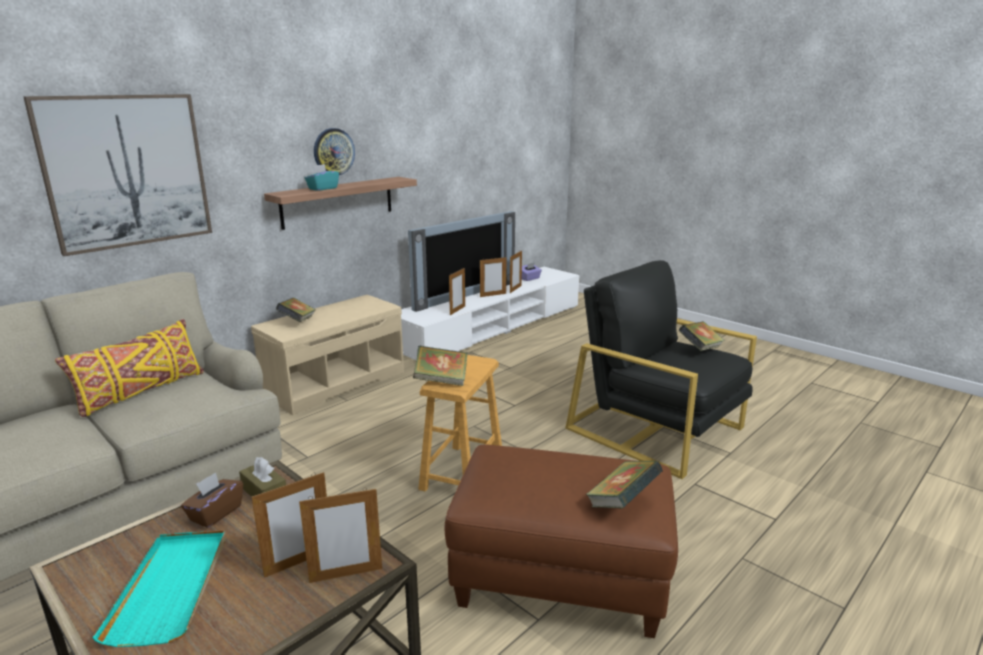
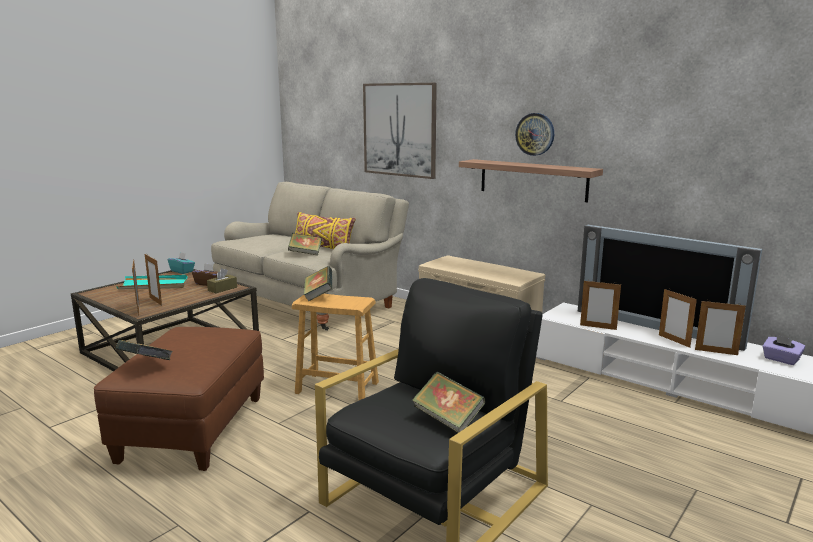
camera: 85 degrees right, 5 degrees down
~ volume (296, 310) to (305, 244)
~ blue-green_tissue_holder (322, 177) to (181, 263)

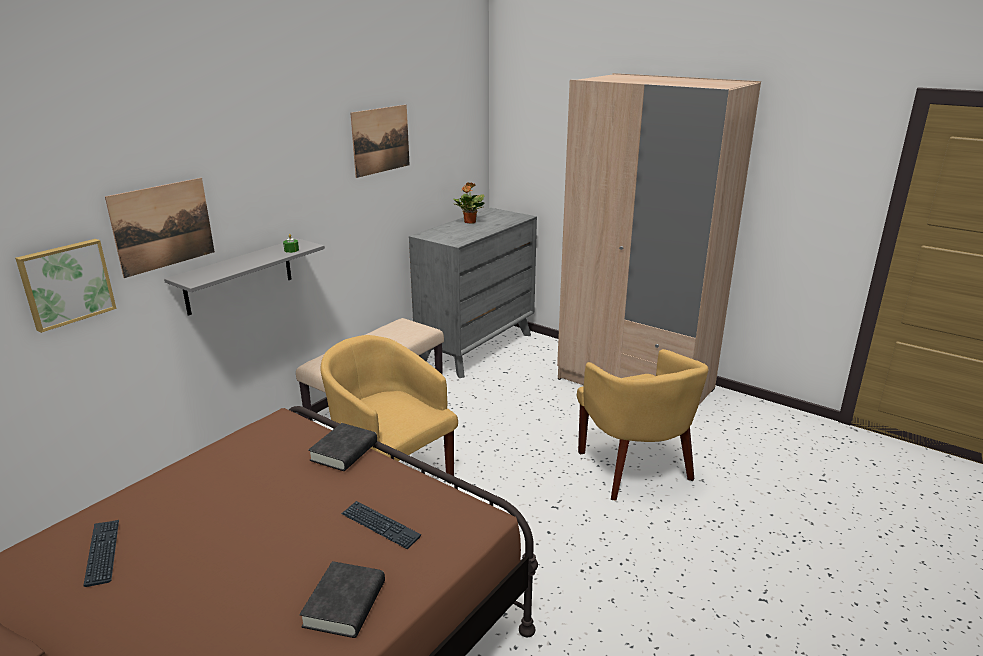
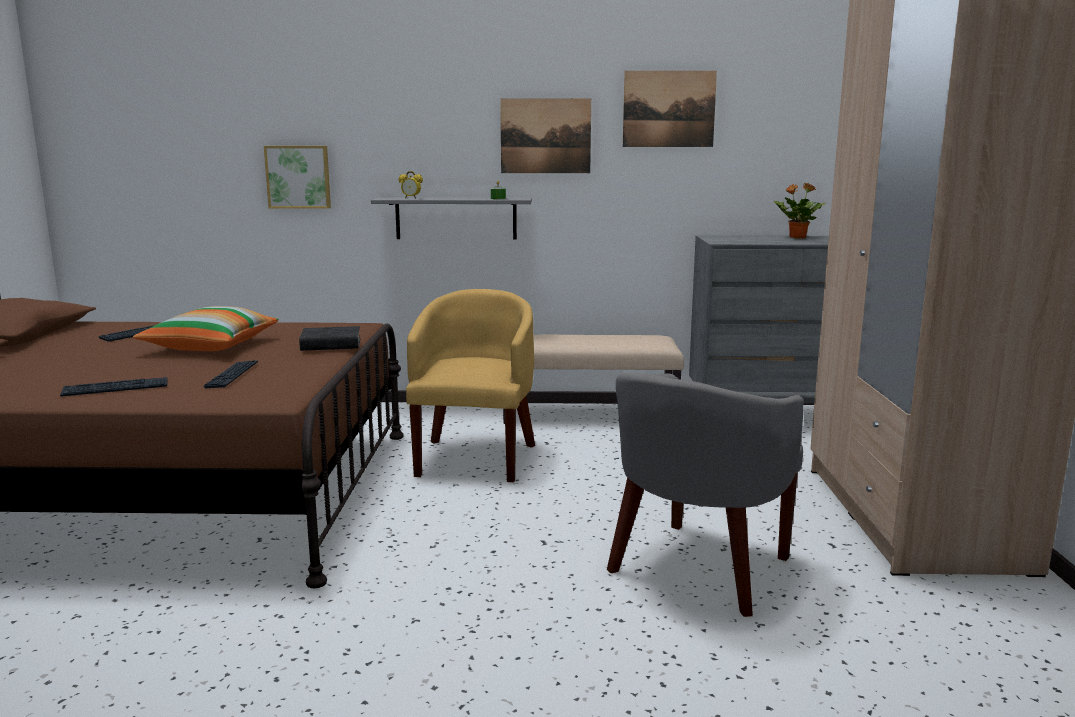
camera: 55 degrees right, 10 degrees down
+ cushion (206, 328)
+ bedside_clock (411, 185)
~ wall_art (160, 228) to (545, 135)
~ blackish_volume (342, 599) to PC_keyboard (114, 386)
~ yellowish_armchair (642, 425) to grey_armchair (705, 495)

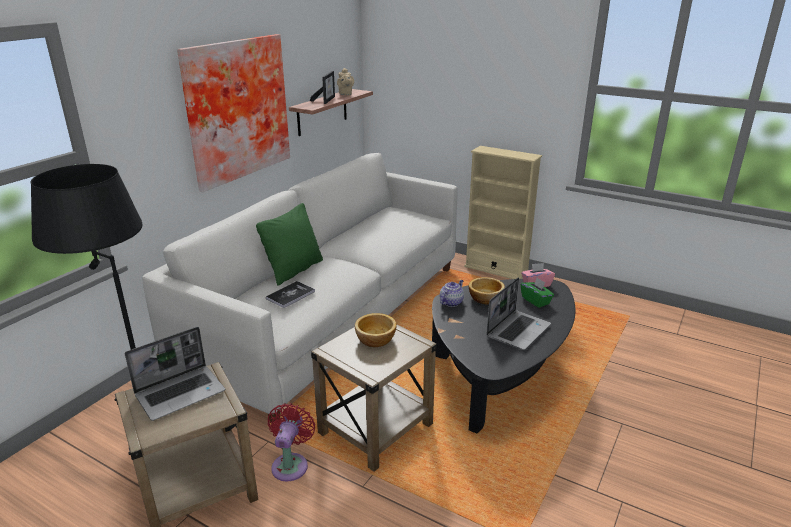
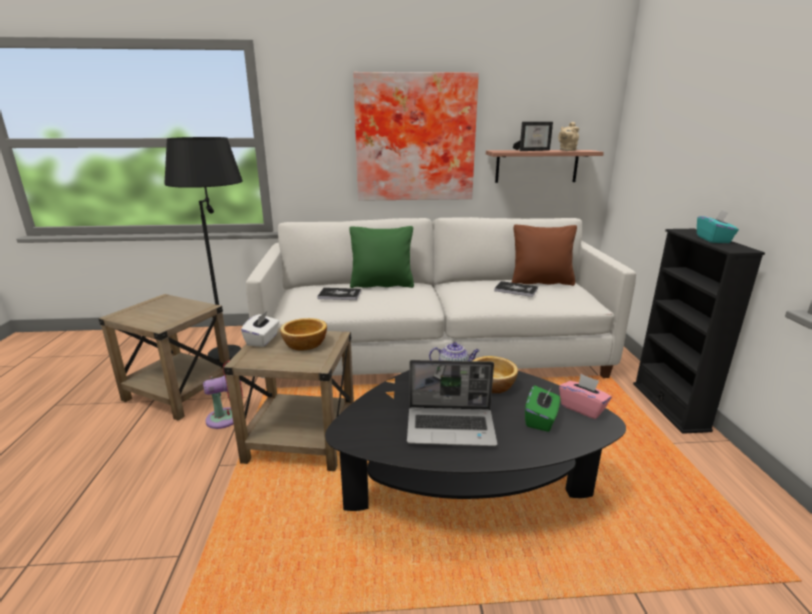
camera: 55 degrees right, 5 degrees down
- notebook_computer (175, 374)
+ whitish_tissue_holder (260, 329)
+ volume (516, 289)
+ brown_cushion (544, 255)
+ blue-green_tissue_holder (718, 226)
~ beige_shelving_unit (503, 212) to blackish_shelving_unit (699, 331)

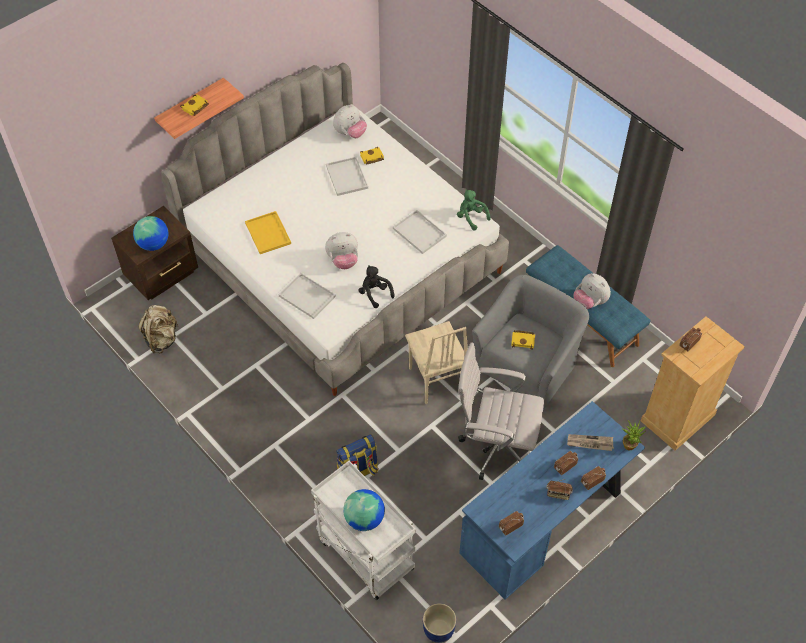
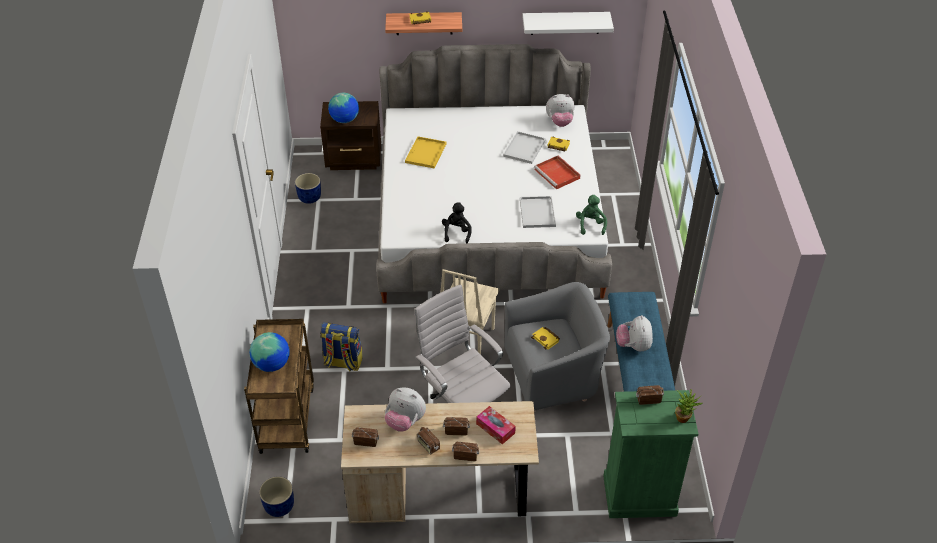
camera: 40 degrees right, 10 degrees down
- whitish_carrying_tray (307, 296)
+ whitish_shelf (568, 23)
+ reddish_carrying_tray (557, 172)
~ plush_toy (341, 250) to (405, 409)
~ plant_in_a_pot (634, 435) to (689, 406)
~ beige_knapsack (158, 329) to blue-coloured_plant_pot (308, 188)
~ printed_paper (590, 442) to tissue_holder (496, 425)
~ whitish_trolley (363, 530) to brown_trolley (279, 386)
~ blue-coloured_desk_table (552, 500) to beige_desk_table (440, 462)
~ beige_drawer_chest (693, 383) to greenish_drawer_chest (651, 454)

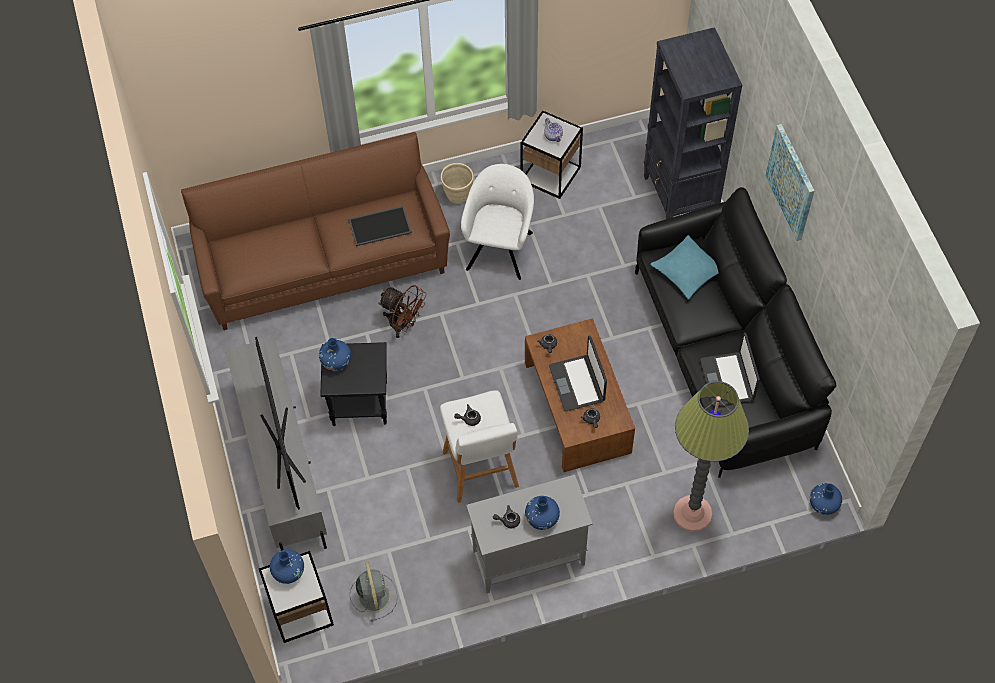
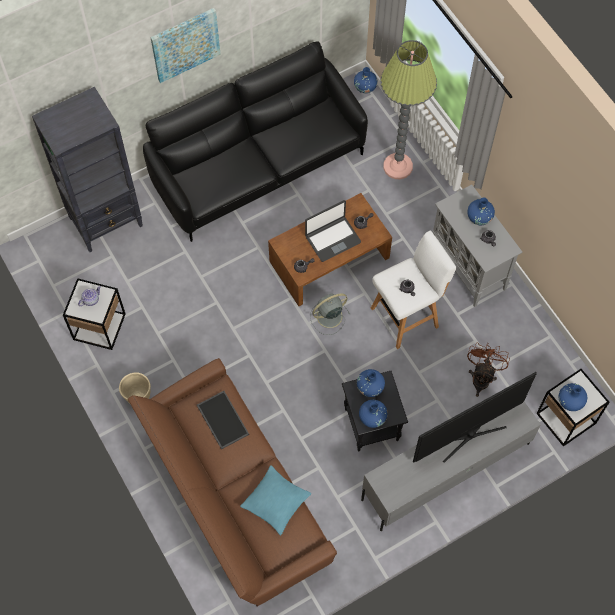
camera: 105 degrees left, 5 degrees up
- whitish_armchair (497, 222)
- notebook_computer (730, 369)
+ blue-coloured_flower_vase (371, 383)
~ grey_cooling_fan (374, 591) to (330, 314)
~ brown_cooling_fan (403, 311) to (488, 370)
~ blue-green_cushion (684, 267) to (275, 500)

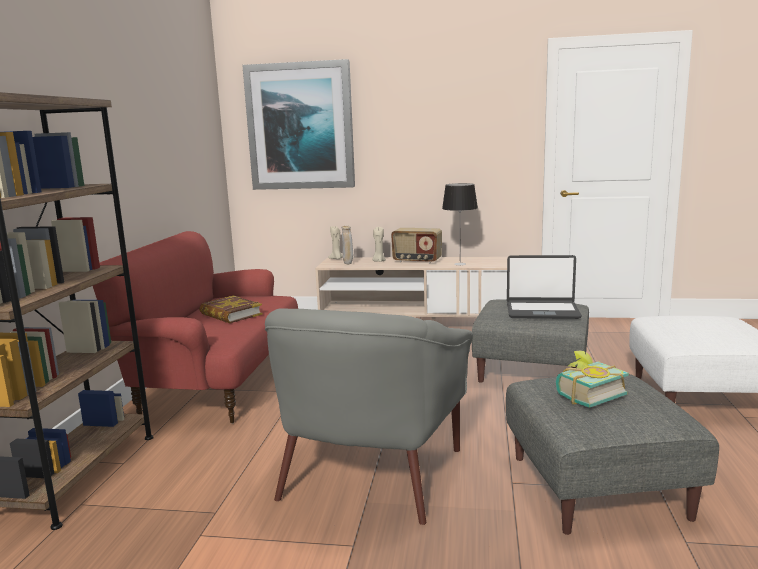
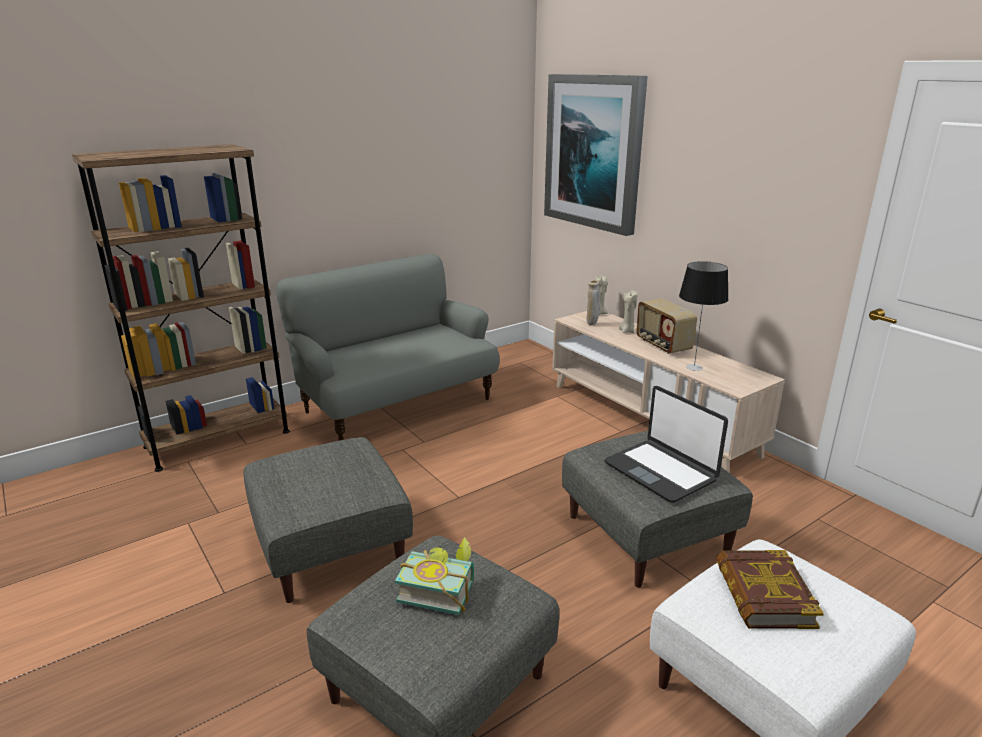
camera: 45 degrees right, 10 degrees up
~ volume (231, 309) to (770, 589)
~ grey_armchair (369, 416) to grey_pouffe (328, 520)
~ reddish_sofa (195, 327) to grey_sofa (388, 347)

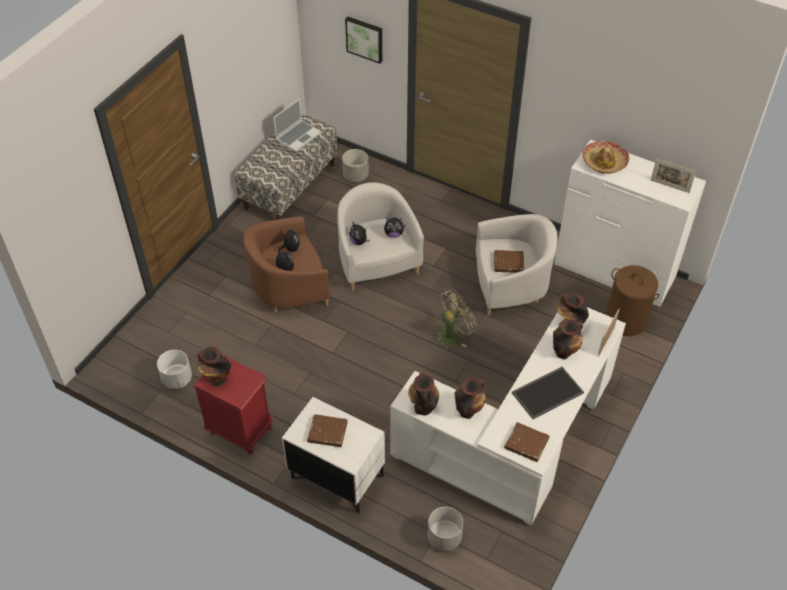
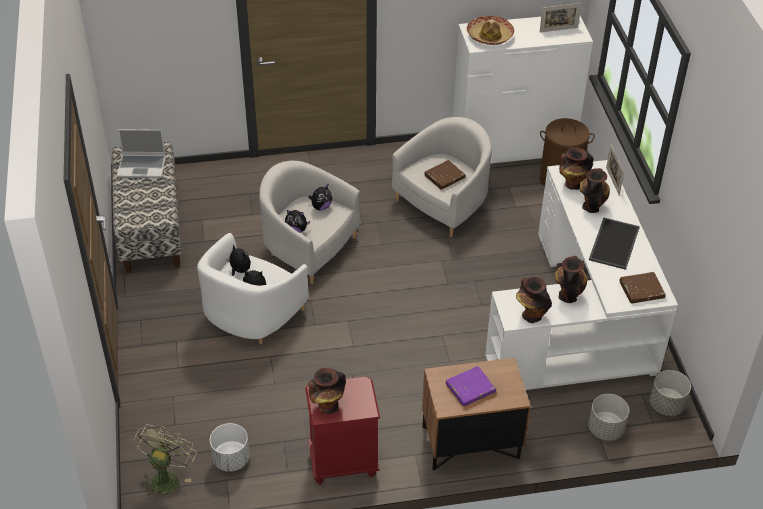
camera: 40 degrees left, 5 degrees down
- wall_art (363, 40)
~ grey_plant_pot (355, 165) to (670, 393)
~ greenish_cooling_fan (453, 318) to (164, 461)
~ brown_armchair (286, 264) to whitish_armchair (253, 289)
~ whitish_night_table (333, 455) to brown_night_table (476, 414)
~ brown_volume (327, 430) to purple-coloured_volume (471, 386)
~ notebook_computer (297, 125) = (141, 153) 90 degrees clockwise

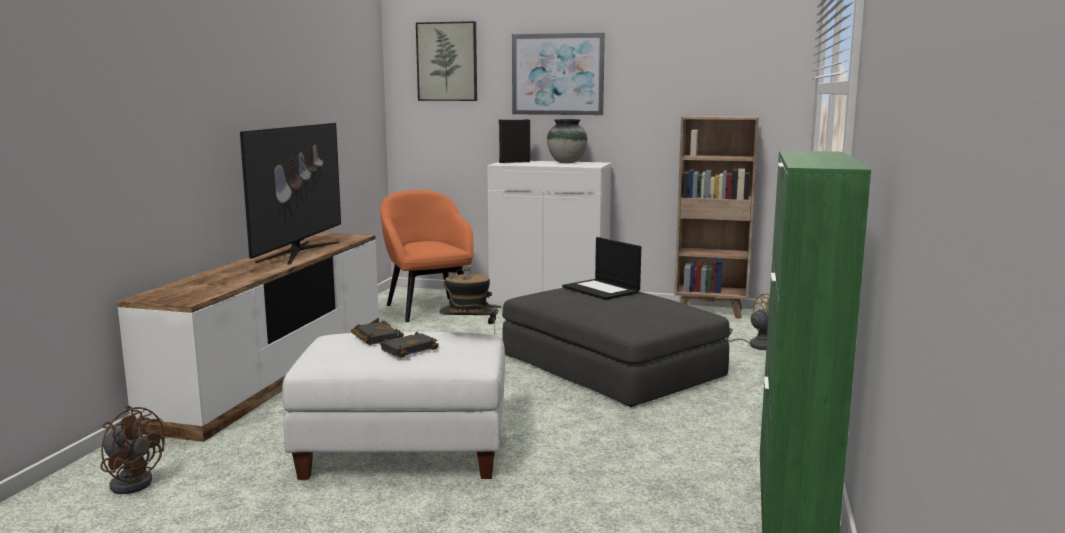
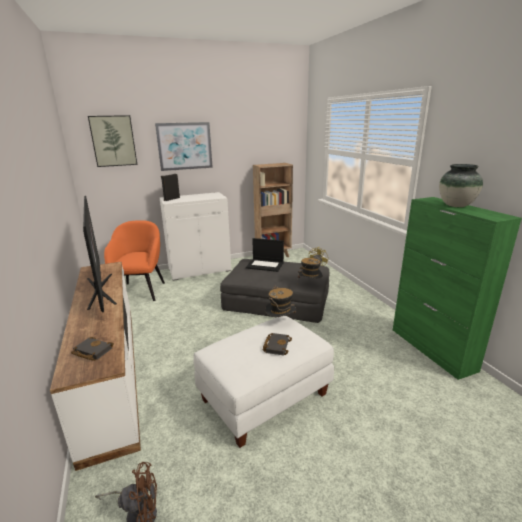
camera: 35 degrees left, 10 degrees up
+ wearable_hat (310, 268)
~ blackish_volume (377, 332) to (92, 349)
~ flower_vase (567, 141) to (461, 185)
~ orangey_armchair (427, 256) = (134, 260) 60 degrees clockwise

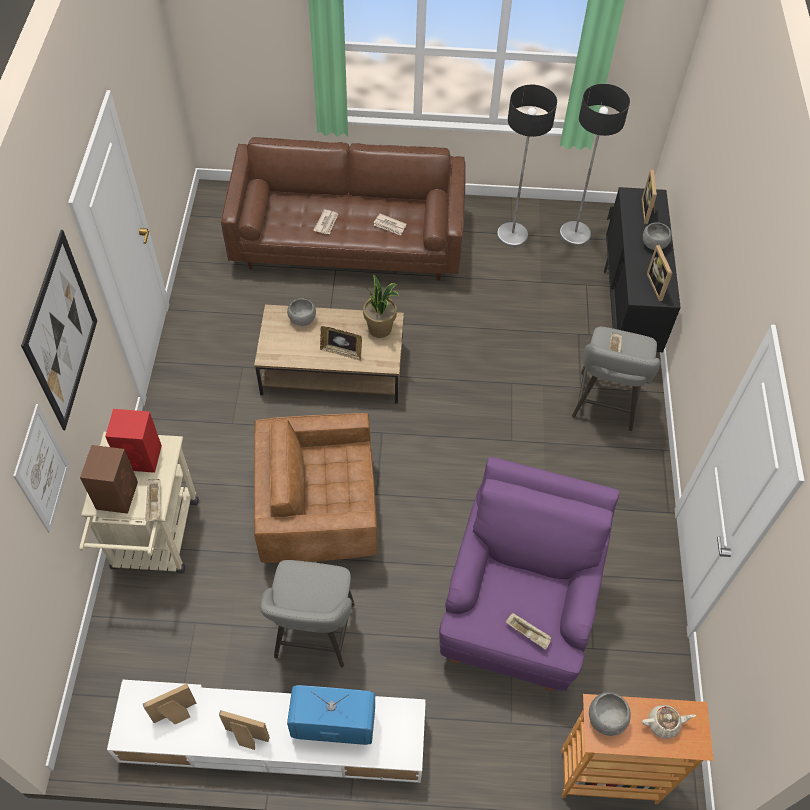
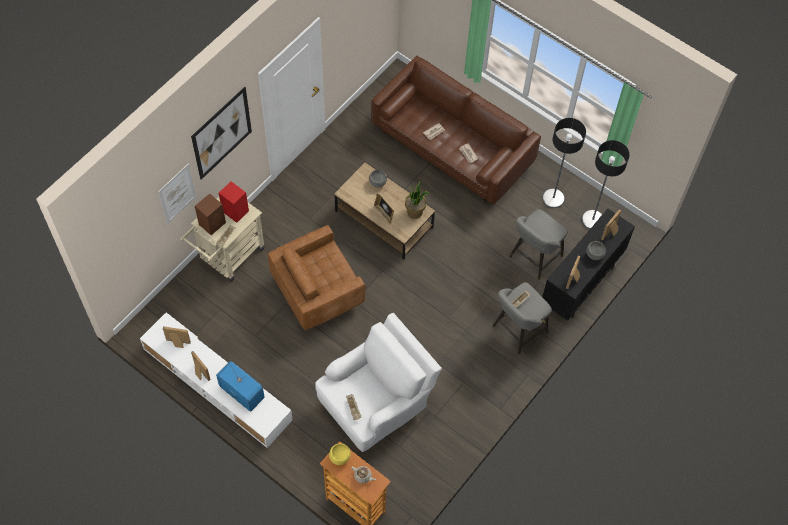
camera: 35 degrees right, 5 degrees up
~ grey_stool (307, 613) to (538, 244)
~ purple-coloured_armchair (529, 573) to whitish_armchair (378, 382)
~ grey_bowl (609, 714) to yellowish_bowl (340, 454)
~ brown_armchair (315, 488) = (316, 277) 60 degrees counterclockwise

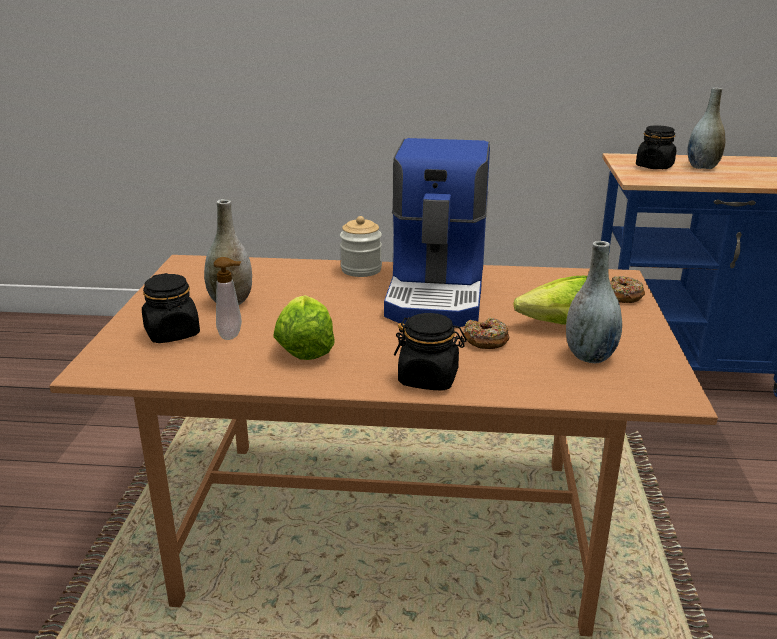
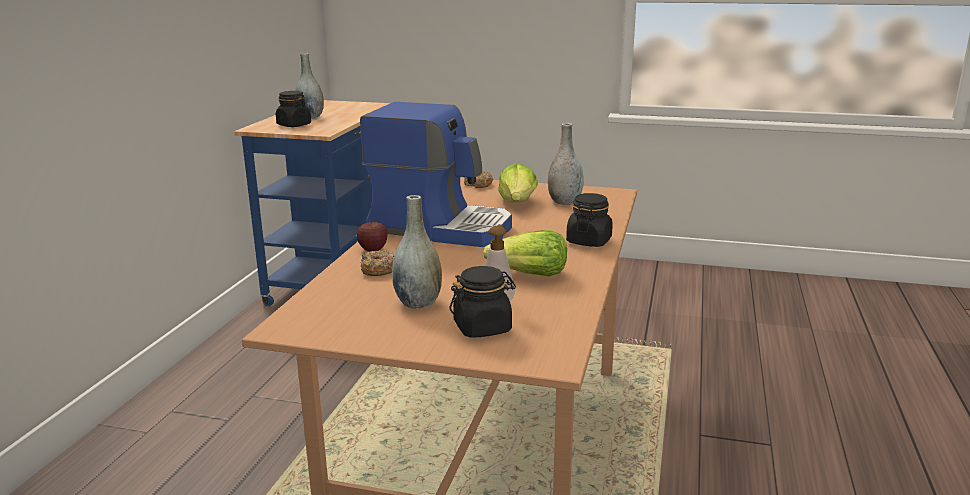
camera: 80 degrees left, 5 degrees down
~ ring_doughnut (486, 333) to (378, 263)
~ preserve_jar (361, 246) to apple_fruit (372, 236)

